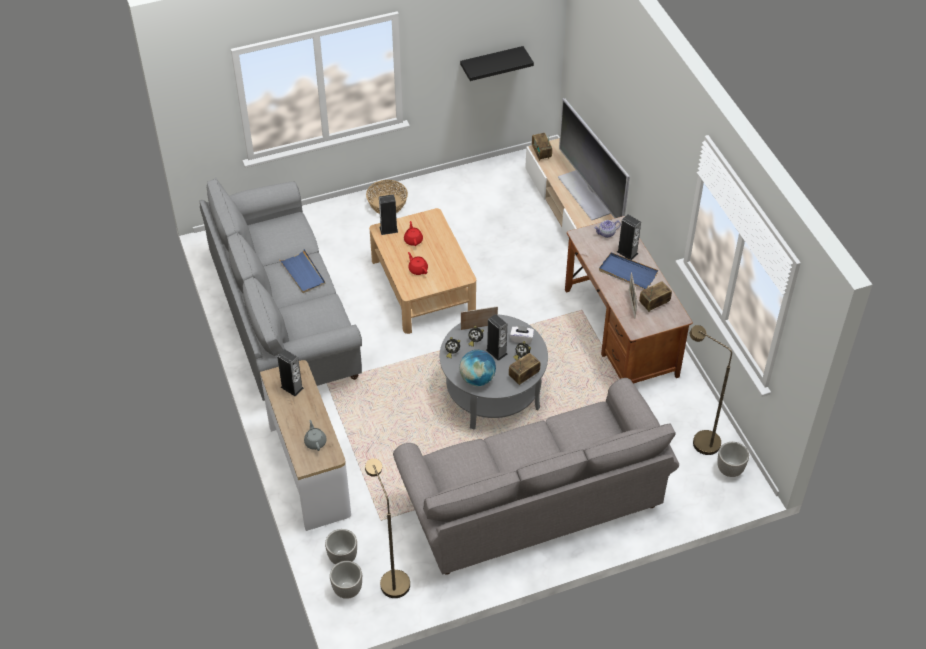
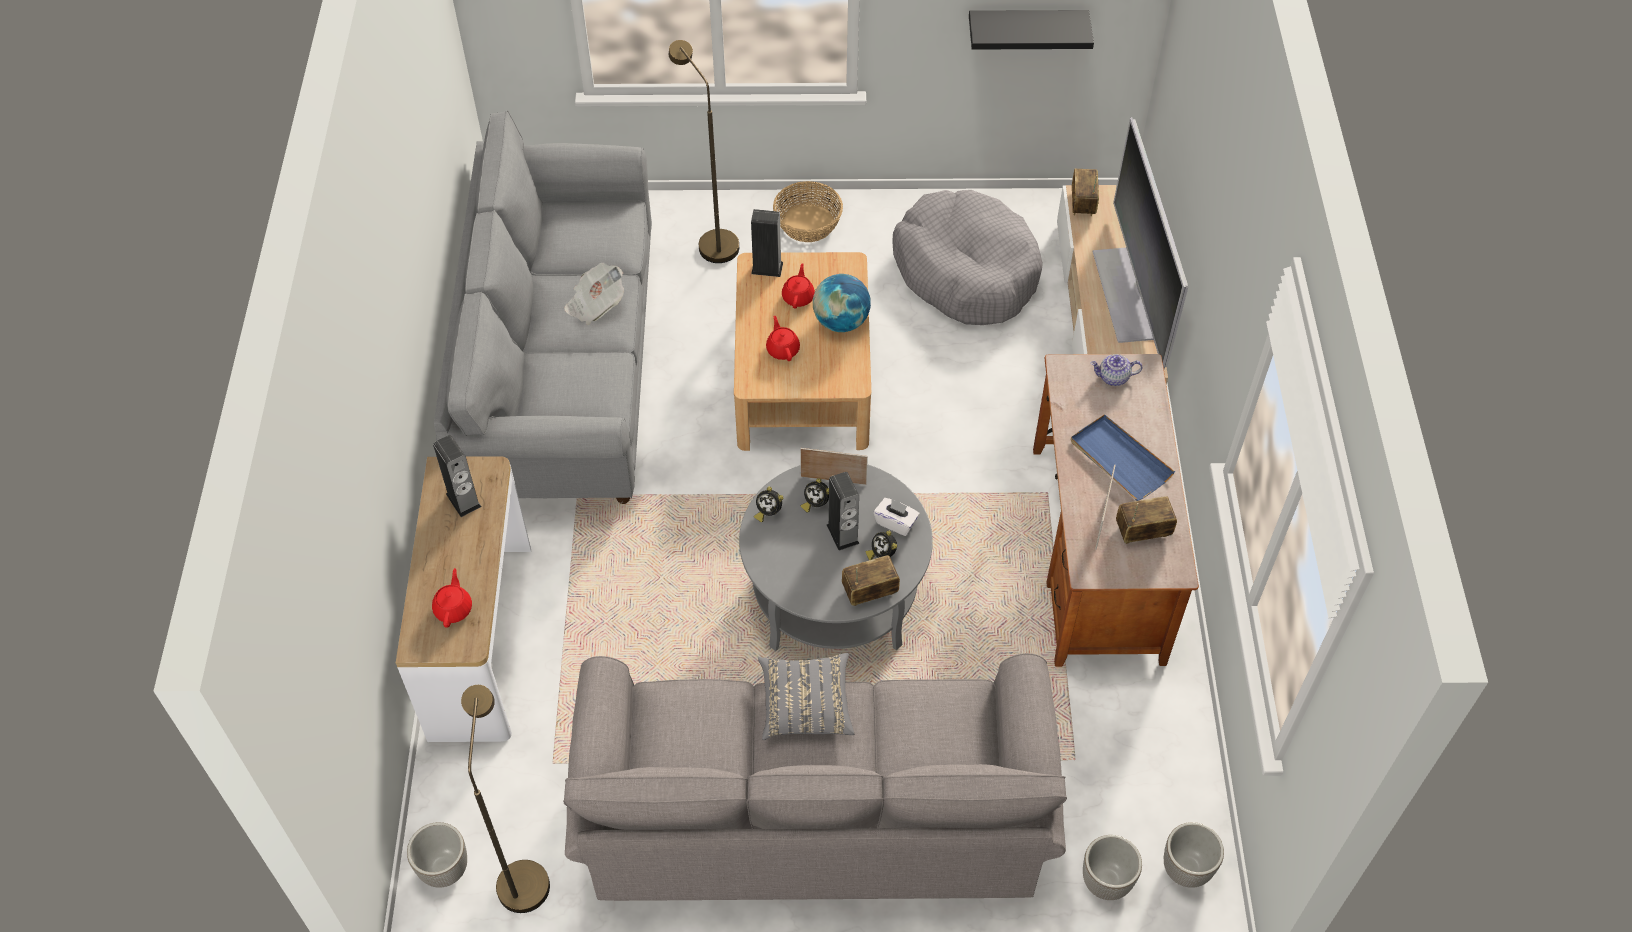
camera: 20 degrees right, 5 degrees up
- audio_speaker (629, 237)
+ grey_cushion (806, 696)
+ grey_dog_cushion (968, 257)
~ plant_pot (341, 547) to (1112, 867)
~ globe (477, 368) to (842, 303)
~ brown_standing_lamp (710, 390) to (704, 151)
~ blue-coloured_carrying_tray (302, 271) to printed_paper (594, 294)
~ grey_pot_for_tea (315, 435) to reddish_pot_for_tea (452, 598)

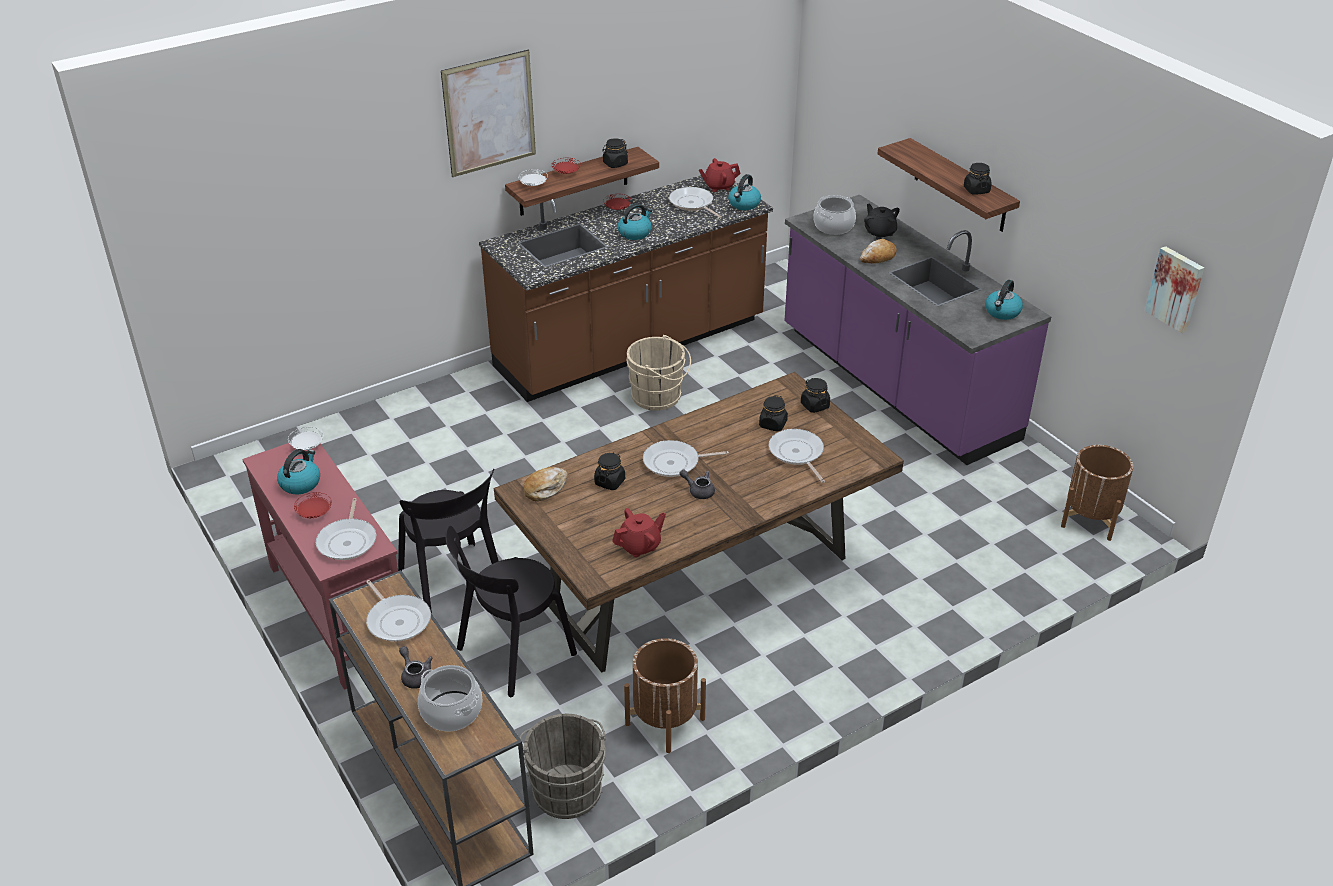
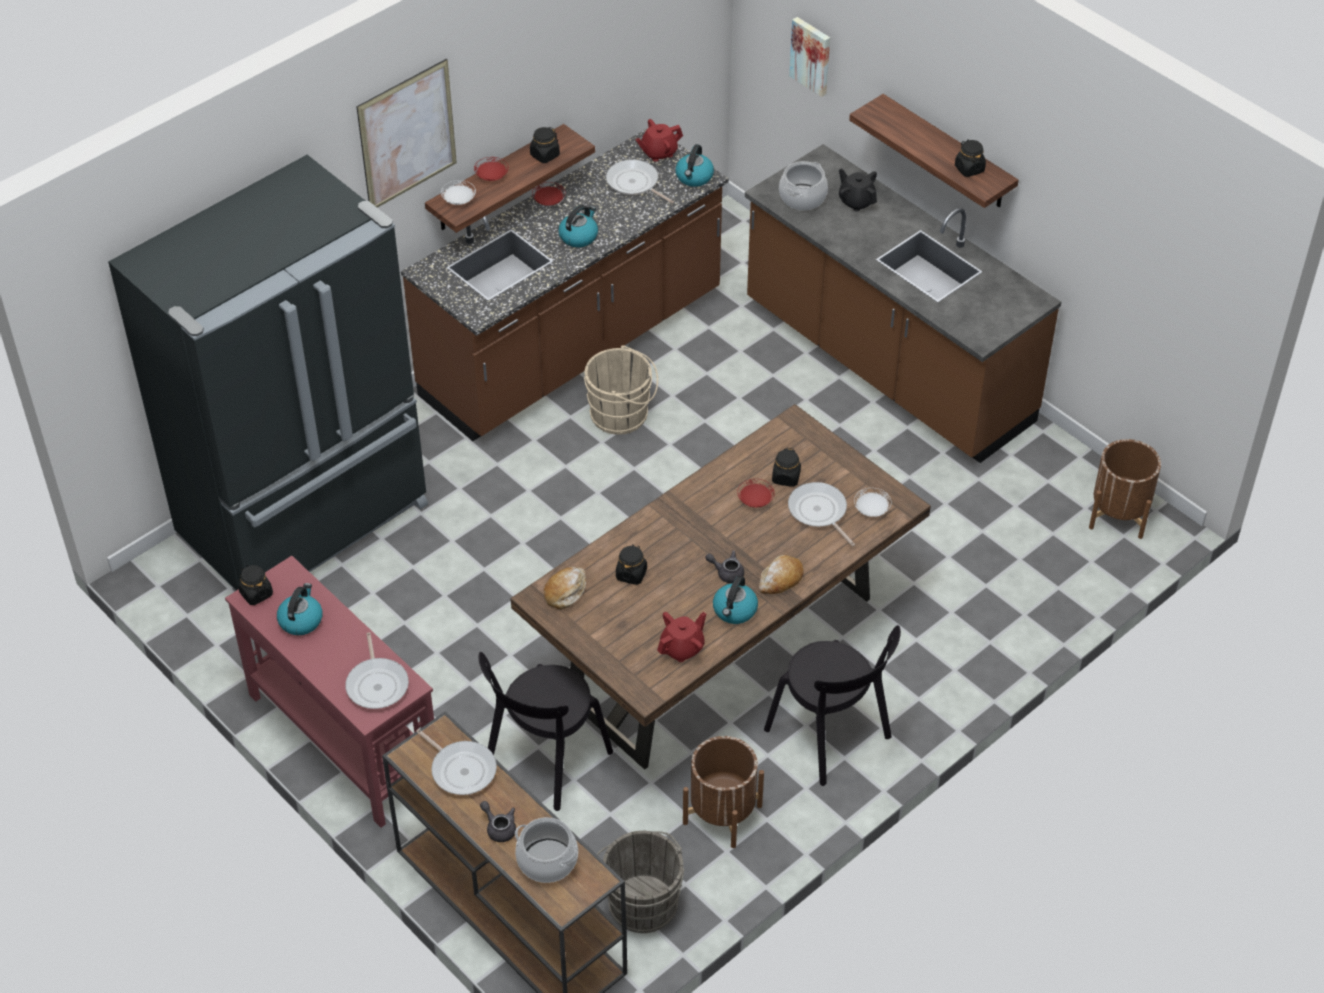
camera: 10 degrees left, 10 degrees up
- skillet (686, 458)
+ blackish_kitchen_fridge (268, 373)
~ whitish_dinner_plate (305, 438) to (872, 502)
~ reddish_dinner_plate (313, 505) to (756, 493)
~ blackish_chair (448, 541) to (832, 705)
~ blackish_preserve_jar (815, 395) to (255, 585)
~ baked_bread (878, 251) to (781, 574)
~ water_kettle (1004, 300) to (735, 600)
~ wall_art (1174, 289) to (809, 57)
~ purple-coloured_kitchen_counter (918, 330) to brown_kitchen_counter (903, 303)

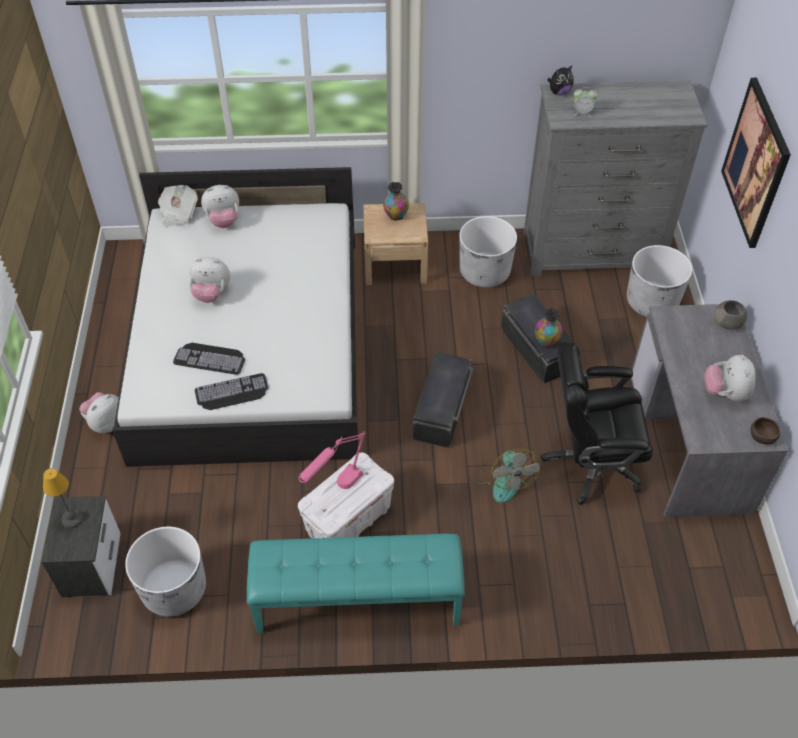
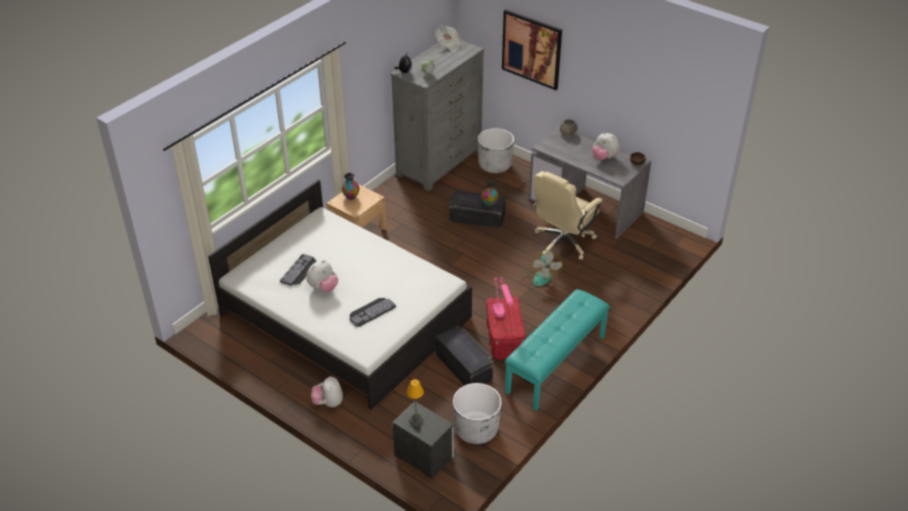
camera: 50 degrees left, 10 degrees down
- plush_toy (220, 206)
- whitish_plant_pot (488, 252)
~ printed_paper (178, 206) to (449, 38)
~ PC_keyboard (232, 391) to (298, 270)
~ blackish_storage_bin (443, 400) to (464, 356)
~ whitish_storage_bin (346, 495) to reddish_storage_bin (506, 328)
~ blackish_office_chair (597, 423) to beige_office_chair (568, 215)
~ cooling_fan (506, 476) = (543, 268) 60 degrees clockwise

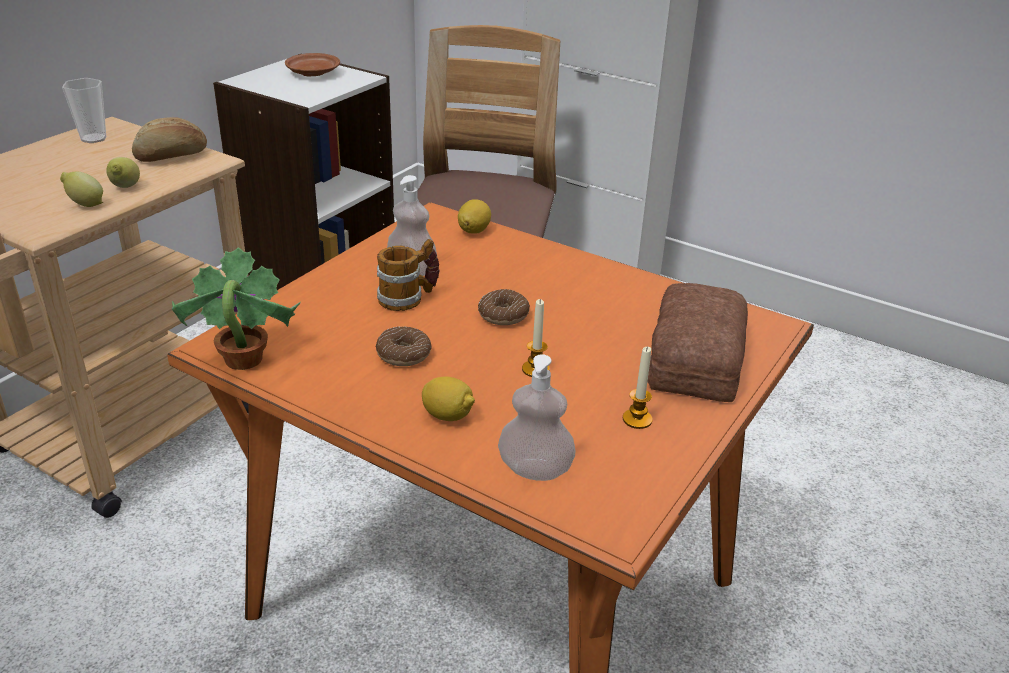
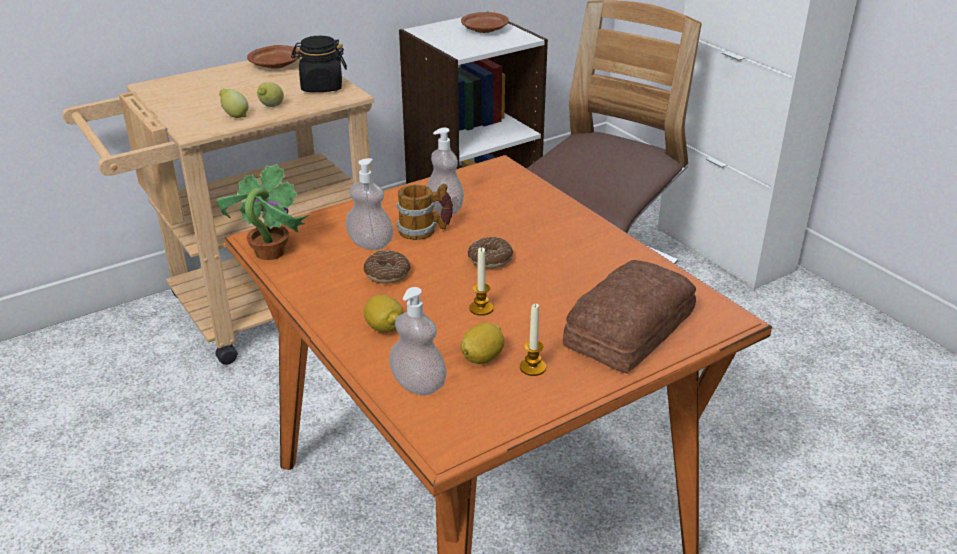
camera: 25 degrees right, 0 degrees up
+ soap_dispenser (369, 204)
~ lemon (474, 216) to (482, 343)
~ small_cup (84, 110) to brown_dinner_plate (274, 56)
~ baked_bread (169, 139) to blackish_preserve_jar (319, 64)

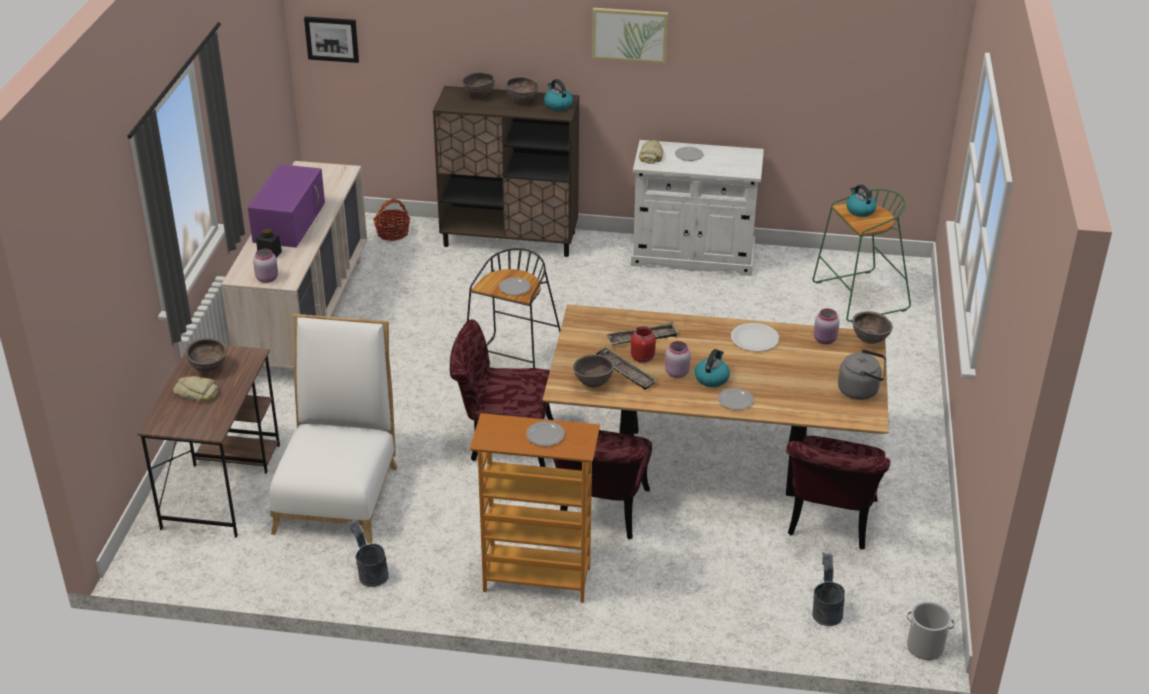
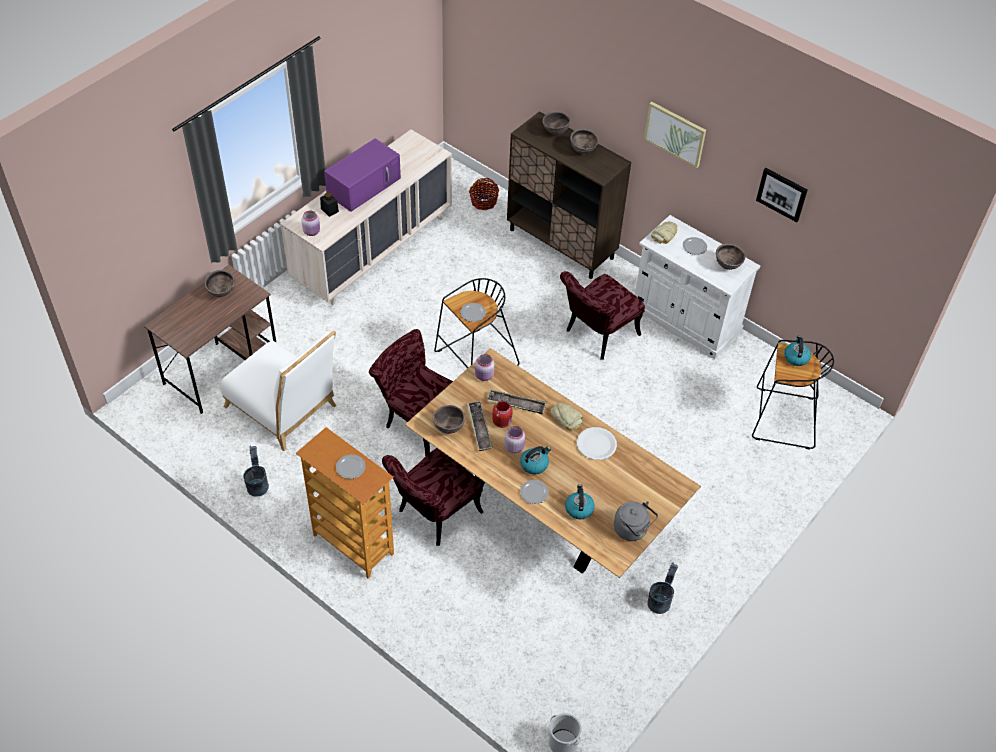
camera: 30 degrees right, 15 degrees up
~ baked_bread (196, 389) to (567, 416)
~ wall_art (331, 39) to (782, 195)
~ water_kettle (558, 95) to (580, 501)
~ reddish_chair (838, 493) to (602, 315)
~ grey_water_bucket (828, 589) to (662, 588)
~ pinkish_preserve_jar (827, 326) to (484, 367)
~ brown_bowl (872, 327) to (730, 256)
~ greenish_stool (862, 256) to blackish_stool (793, 395)
~ whitish_chair (333, 429) = (278, 391) 90 degrees clockwise

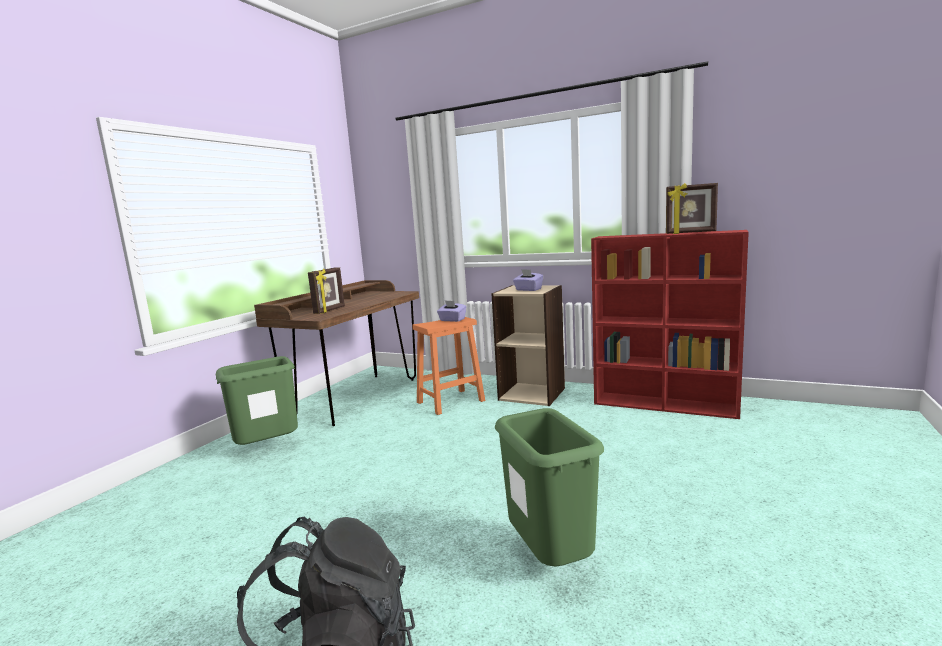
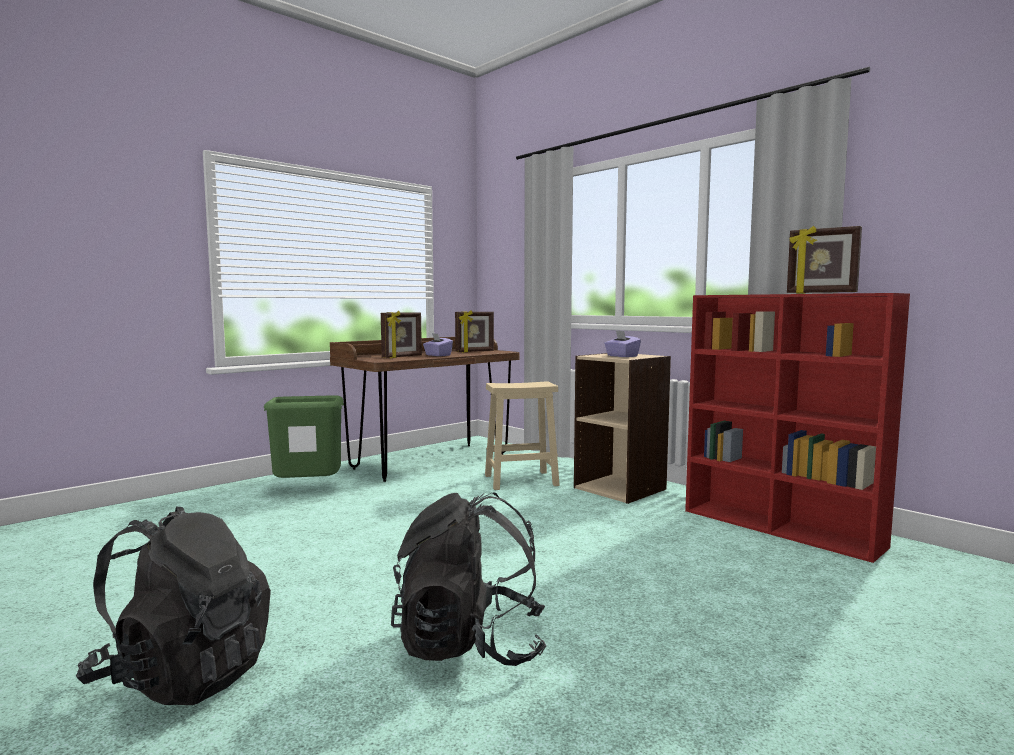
camera: 20 degrees right, 5 degrees down
+ photo_frame (474, 331)
~ purple-coloured_tissue_holder (452, 311) to (438, 344)
~ greenish_waste_bin (549, 487) to blackish_knapsack (469, 579)
~ orangey_stool (448, 366) to beige_stool (522, 435)

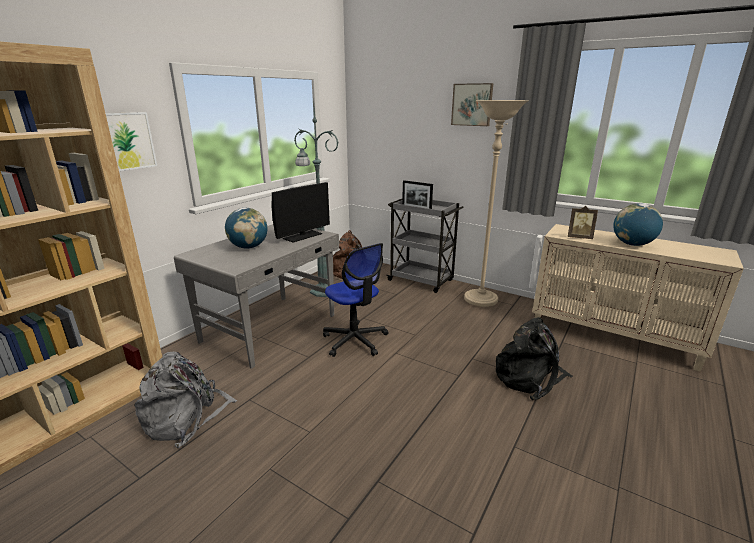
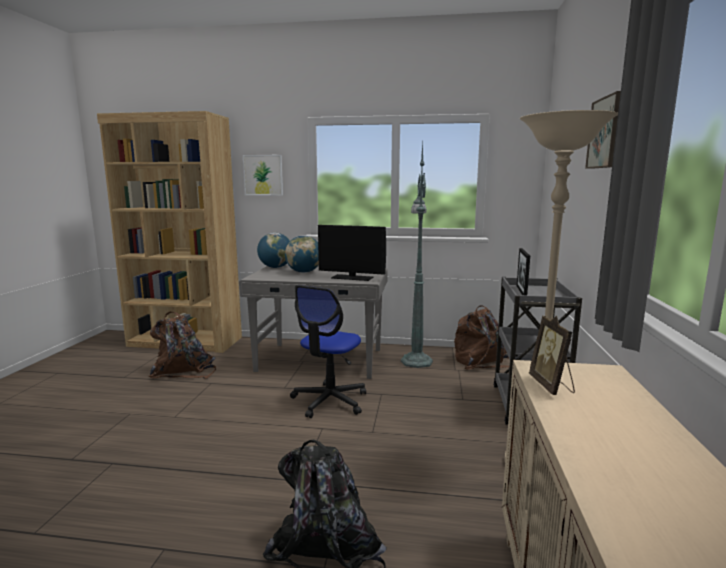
camera: 65 degrees right, 10 degrees down
~ globe (638, 224) to (273, 250)
~ grey_knapsack (185, 400) to brown_knapsack (182, 345)

